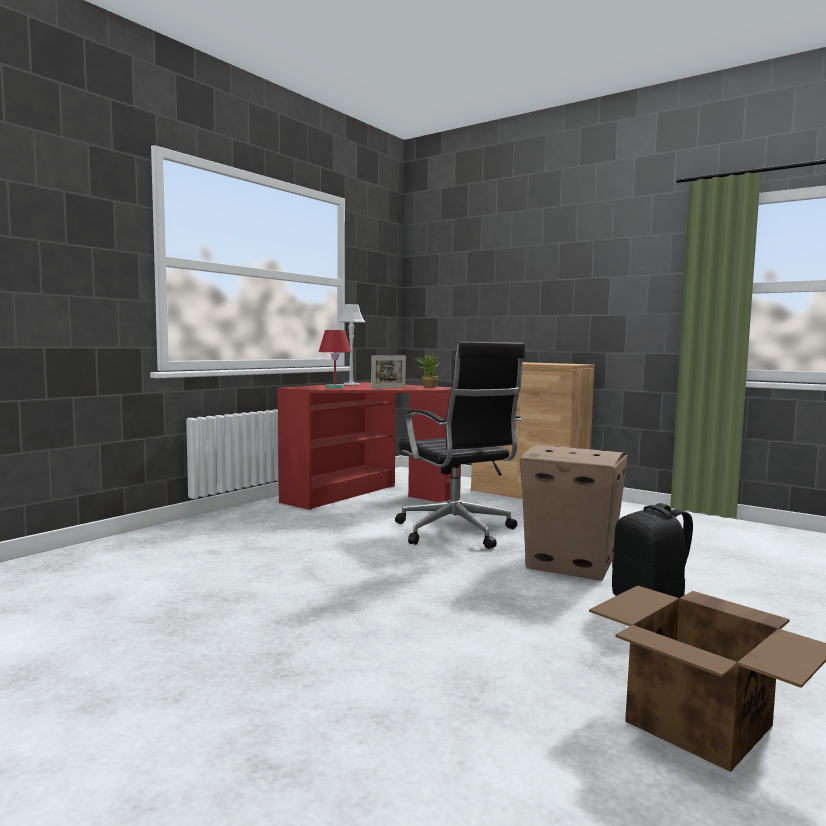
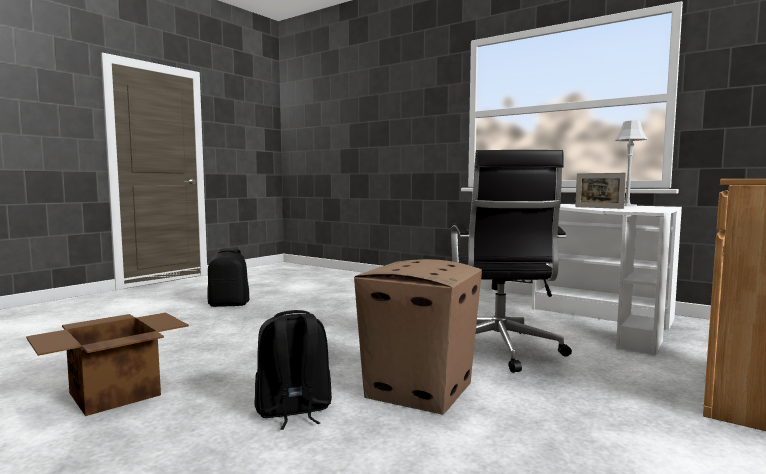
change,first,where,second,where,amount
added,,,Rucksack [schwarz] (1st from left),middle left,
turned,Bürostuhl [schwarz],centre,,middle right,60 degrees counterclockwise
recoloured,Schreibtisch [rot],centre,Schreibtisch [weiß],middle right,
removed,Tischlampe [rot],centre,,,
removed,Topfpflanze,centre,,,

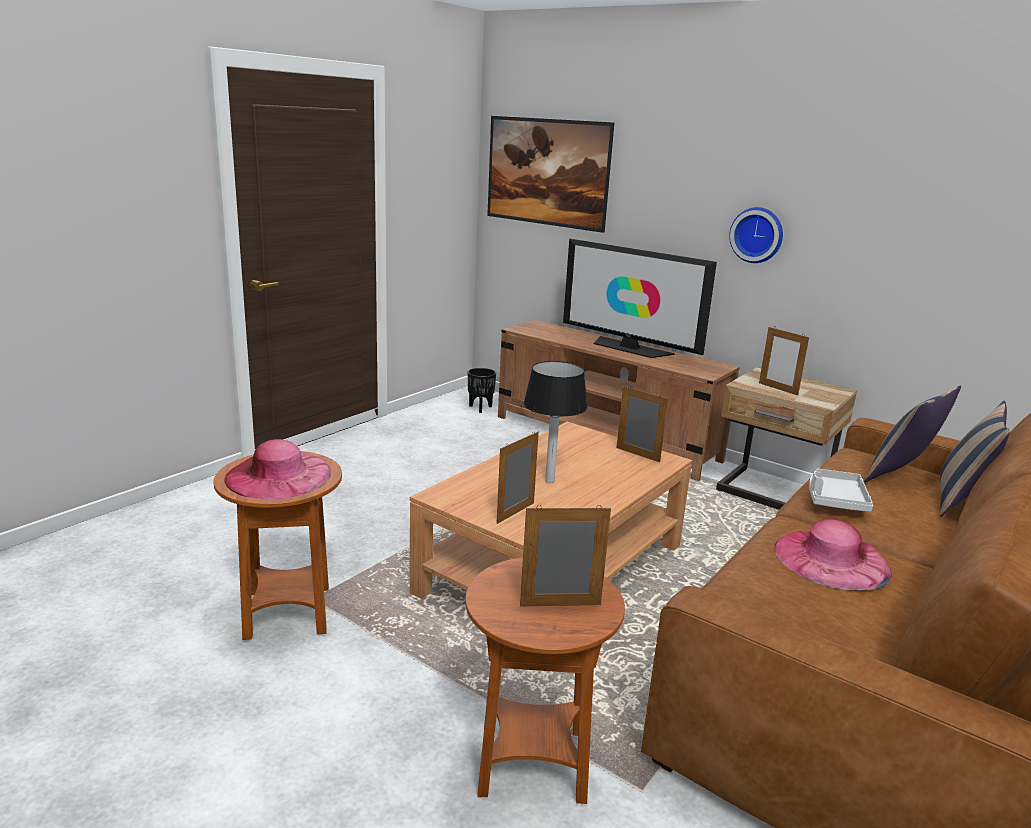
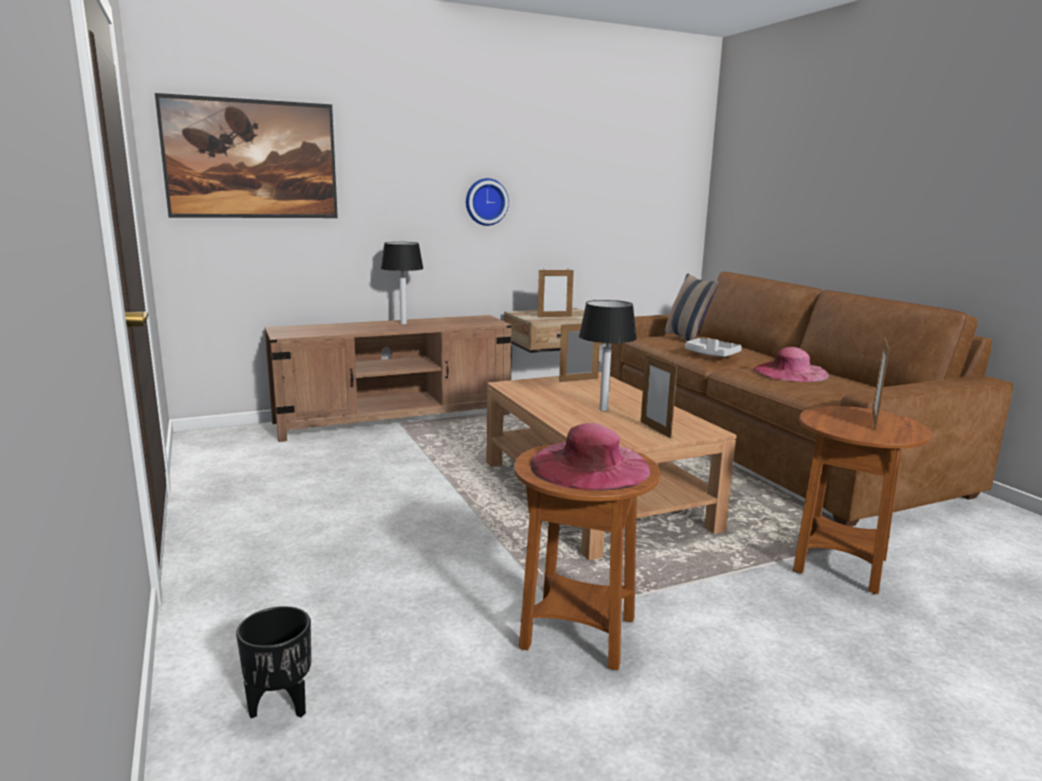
change,first,where,second,where,amount
moved,Pflanzkübel [schwarz],centre,,bottom left,
replaced,Fernseher,centre,Tischlampe (1st from left),centre,
removed,Kissen (2nd from left),middle right,,,

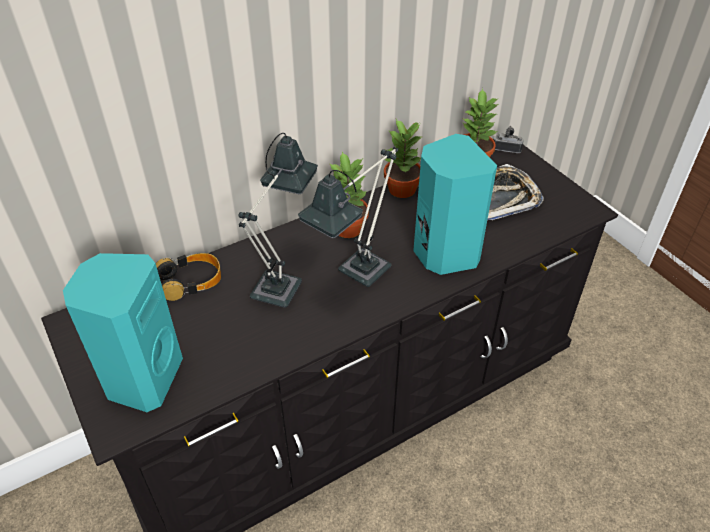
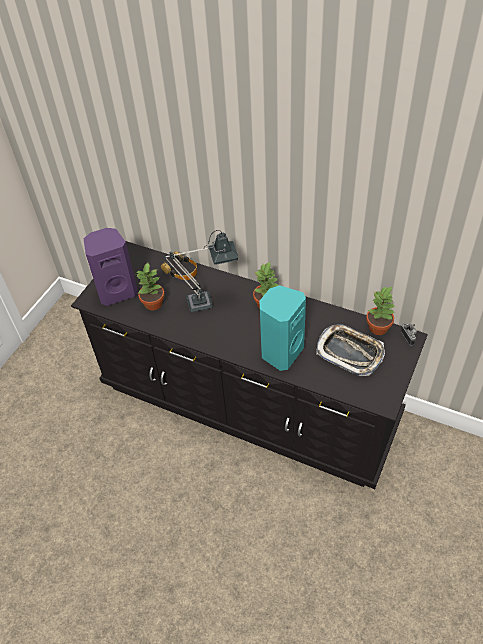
change,first,where,second,where,amount
recoloured,Lautsprecher [türkis] (1st from left),middle left,Lautsprecher [lila],middle left,
moved,Topfpflanze (2nd from left in the first image),top centre,Topfpflanze (1st from left),middle left,
removed,Tischlampe (2nd from left),centre,,,

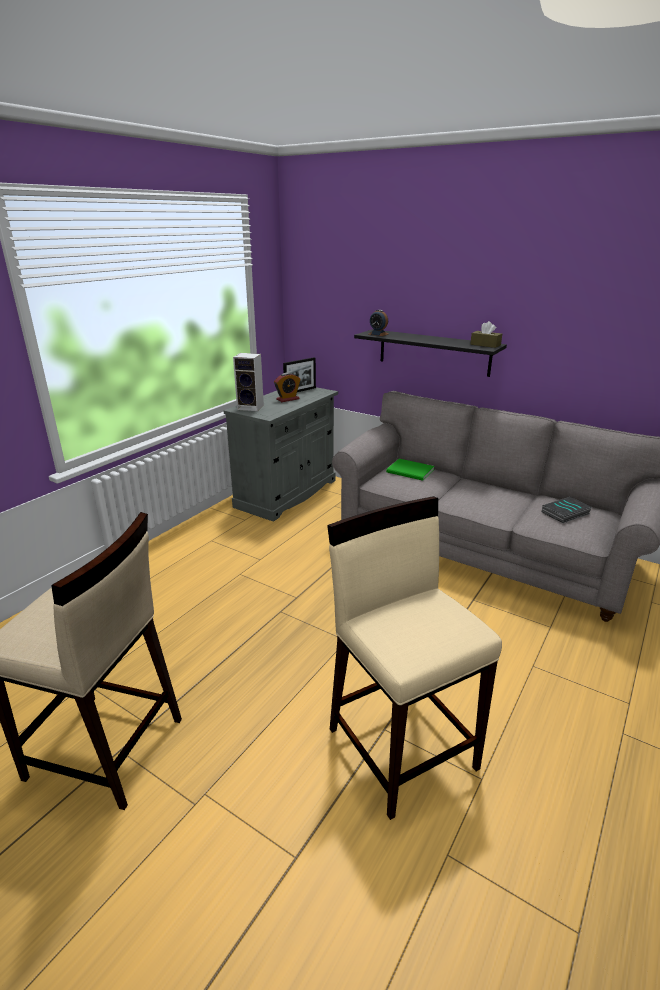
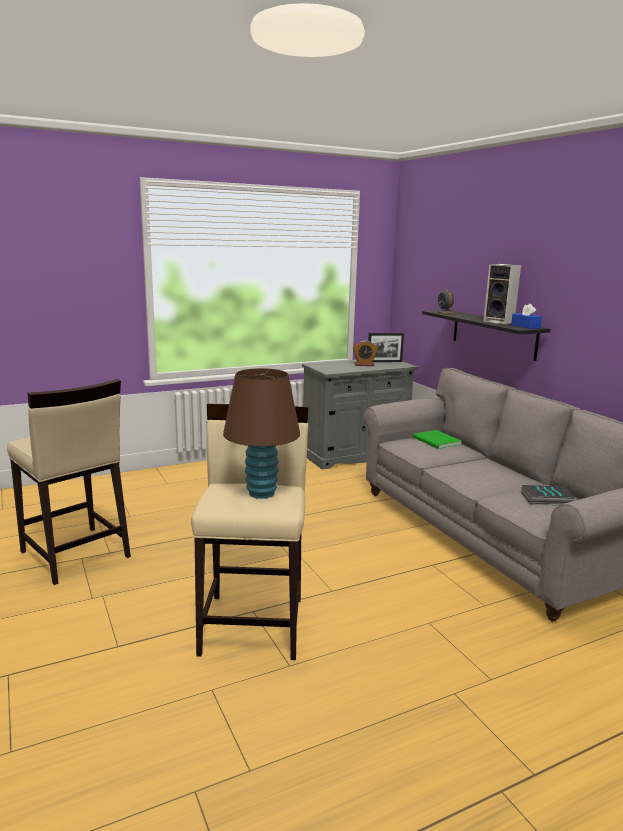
change,first,where,second,where,amount
added,,,Tischlampe [braun],centre,
moved,Lautsprecher,centre,,middle right,
recoloured,Taschentuchbox [braun],middle right,Taschentuchbox [blau],middle right,

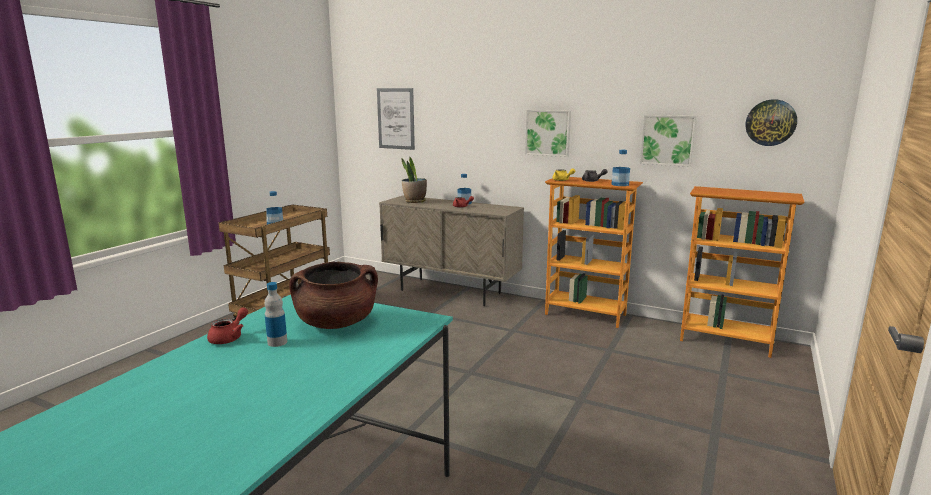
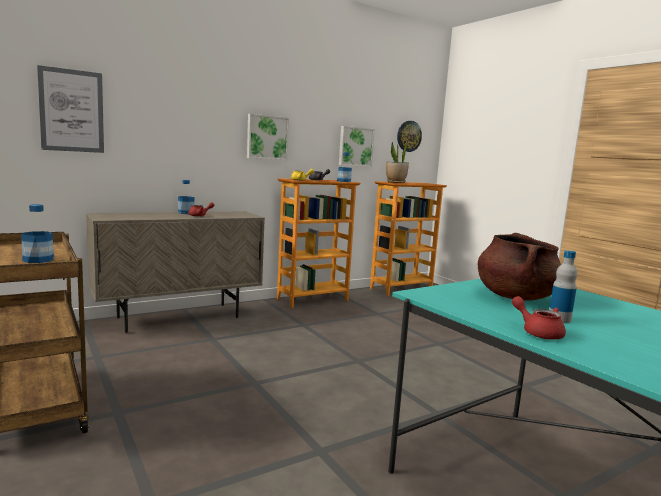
change,first,where,second,where,amount
moved,Topfpflanze,centre,,top centre,

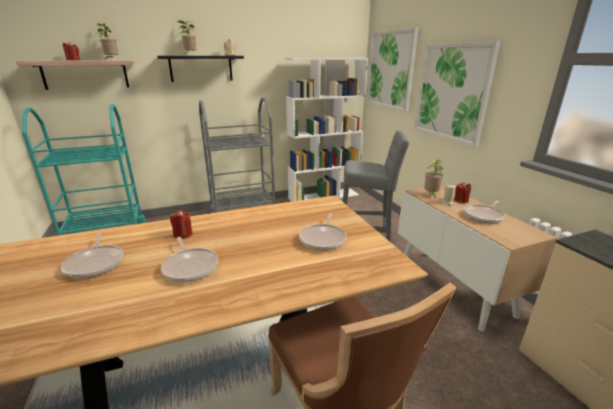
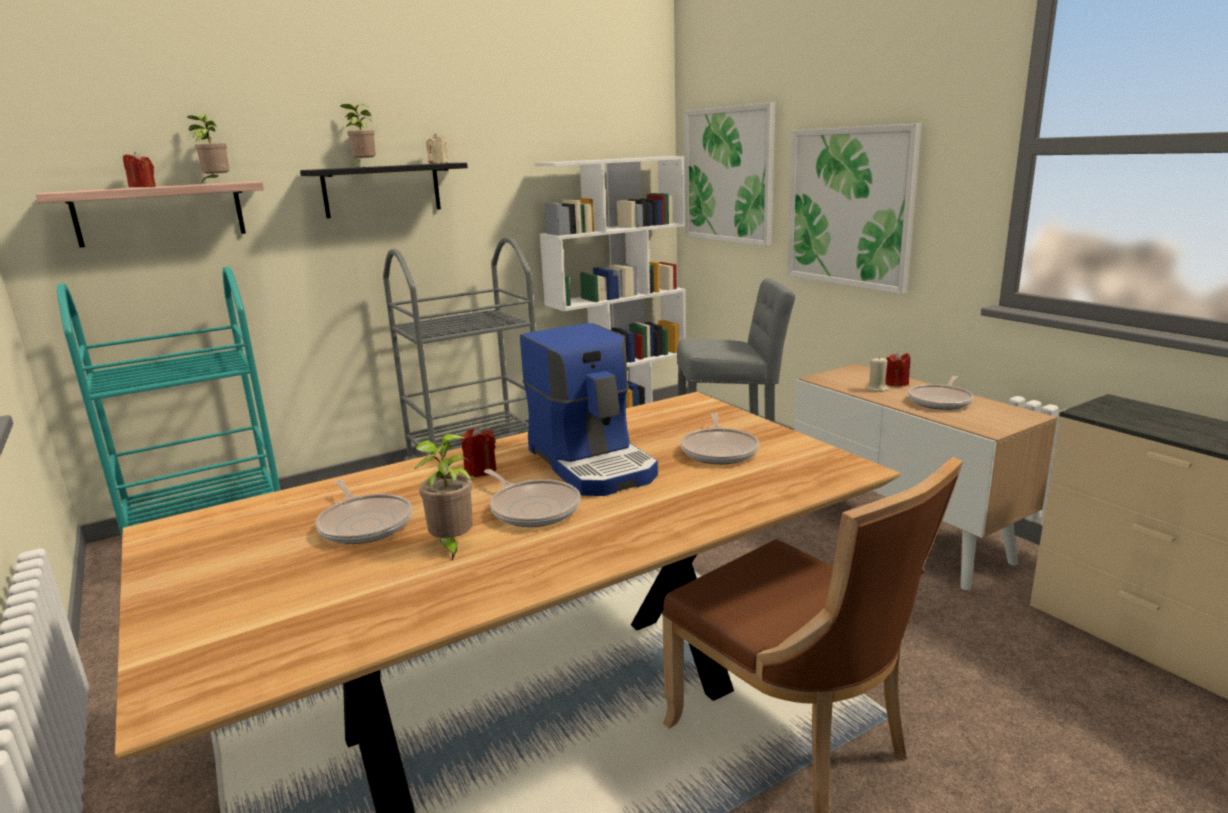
change,first,where,second,where,amount
moved,Topfpflanze (3rd from left),middle right,,centre,
added,,,Kaffeemaschine,centre,

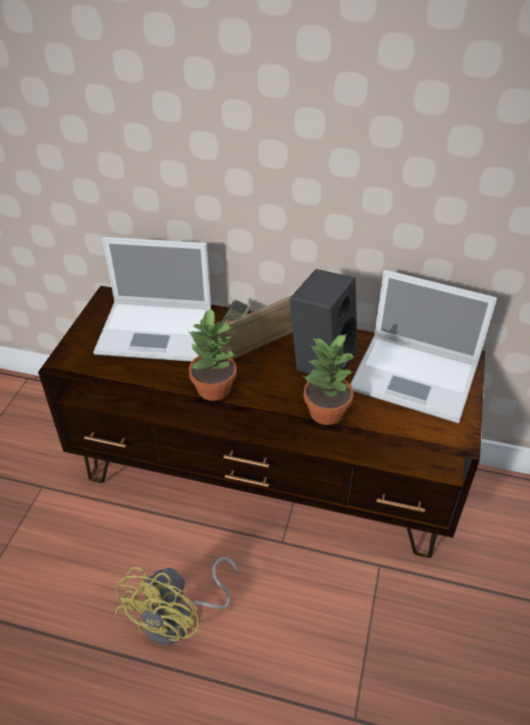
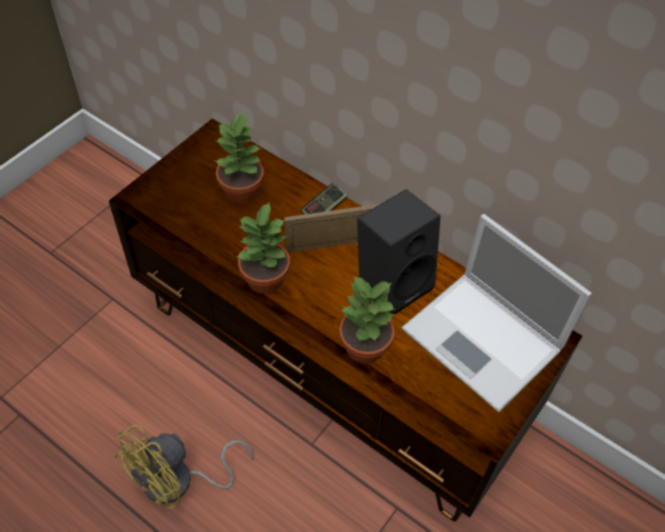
change,first,where,second,where,amount
replaced,Laptop (1st from left),middle left,Topfpflanze (1st from left),top centre,

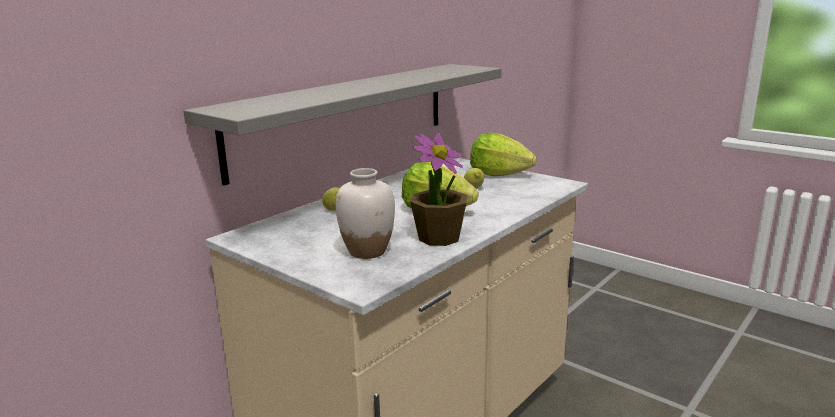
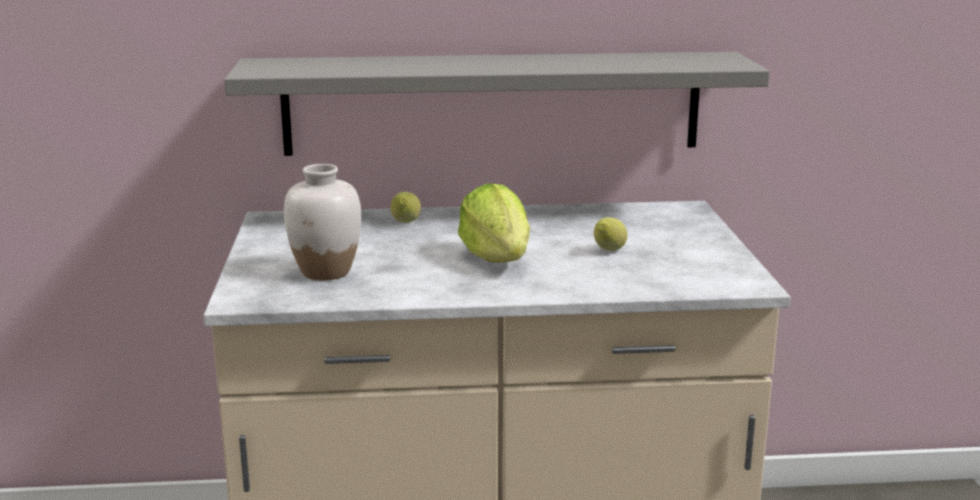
change,first,where,second,where,amount
removed,Topfpflanze,centre,,,
removed,Salatkopf (2nd from left),centre,,,

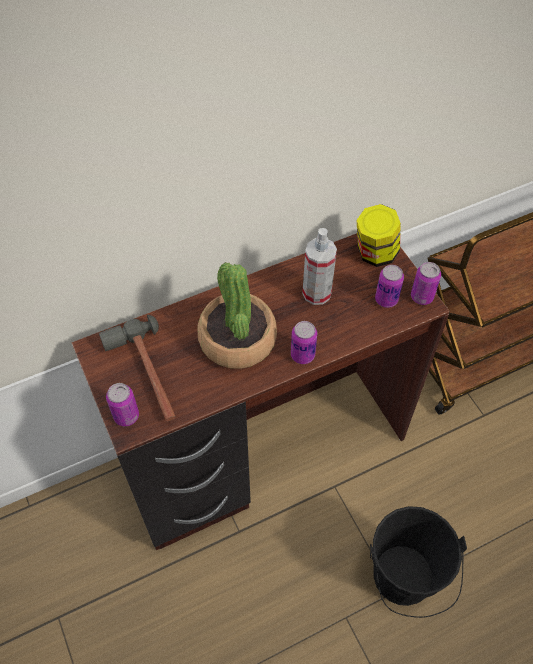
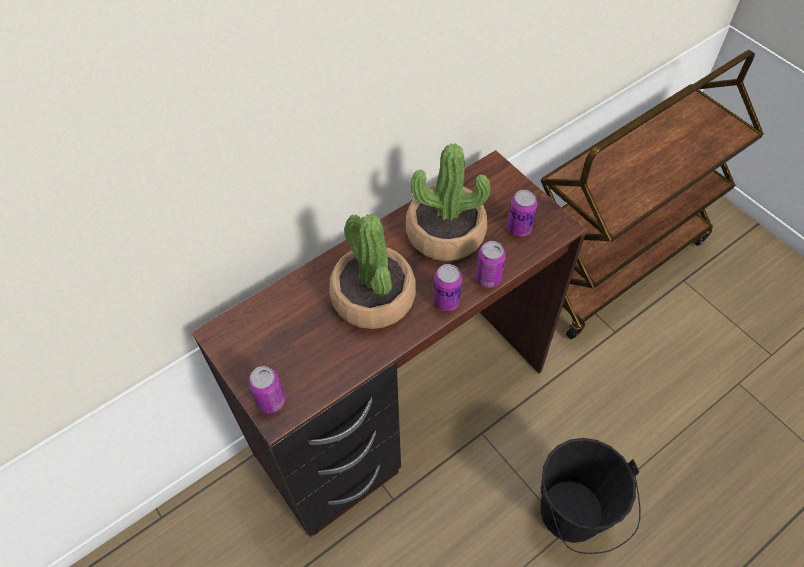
change,first,where,second,where,amount
replaced,Sprühflasche,centre,Topfpflanze (2nd from left),centre,
moved,Dose (4th from left in the first image),middle right,Dose (3rd from left),centre,
removed,Hammer,middle left,,,
removed,Vorratsglas,middle right,,,

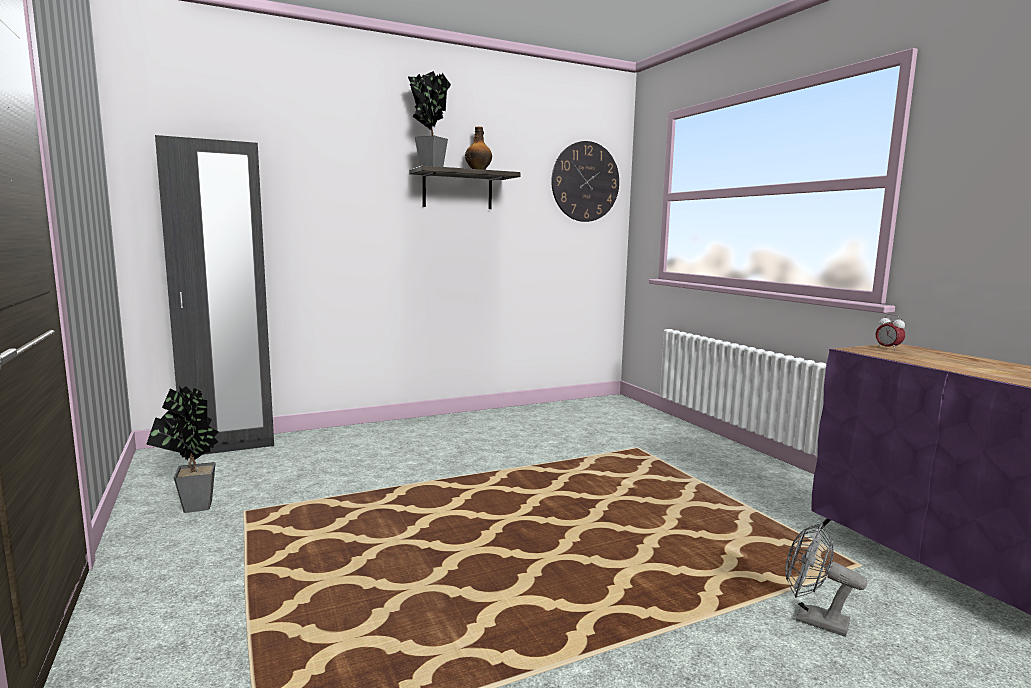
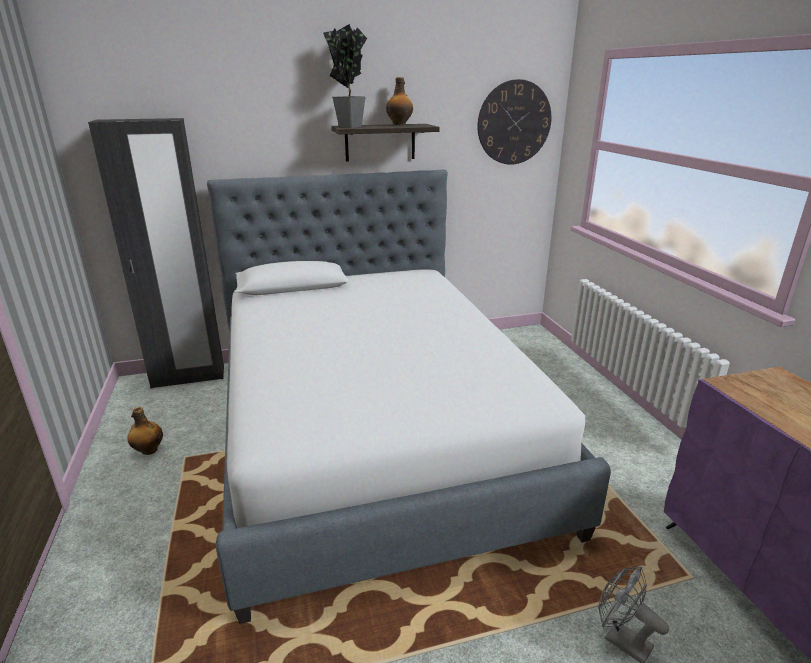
change,first,where,second,where,amount
replaced,Topfpflanze (1st from left),middle left,Flasche (1st from left),middle left,
added,,,Bett,centre,
removed,Wecker,middle right,,,

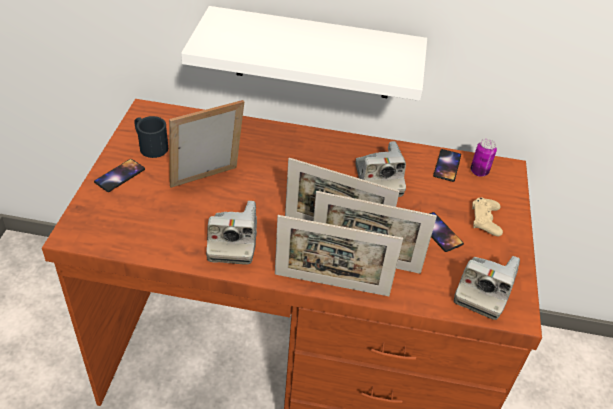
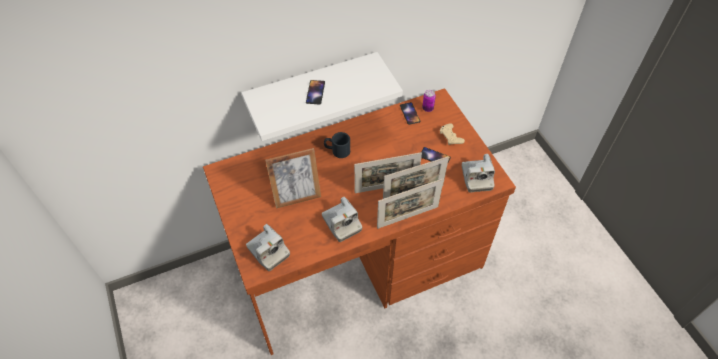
change,first,where,second,where,amount
moved,Kamera (2nd from left in the first image),centre,Kamera (1st from left),bottom centre,
turned,Bilderrahmen (1st from left),centre,,centre,135 degrees counterclockwise
moved,Handy (1st from left),middle left,,top centre,
moved,Henkelbecher [schwarz],middle left,,centre,

